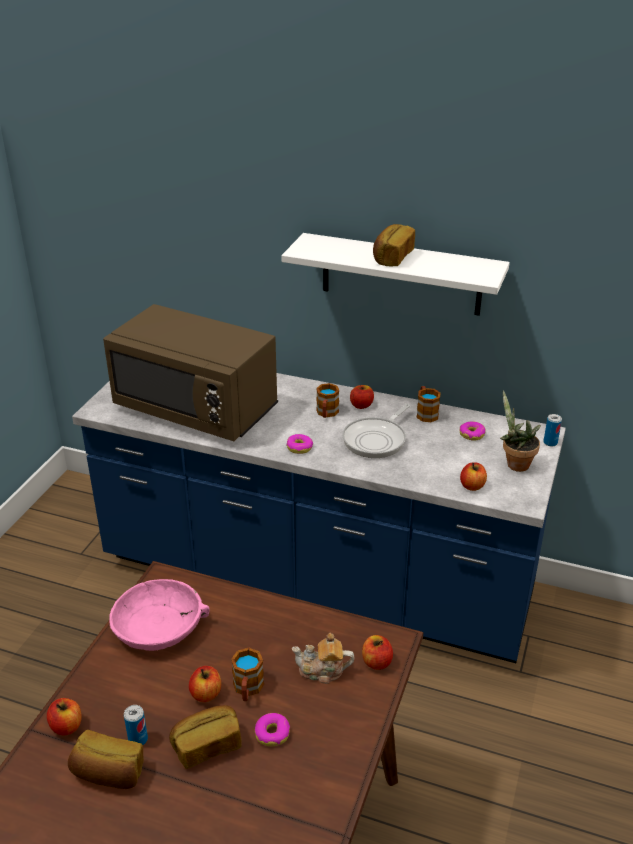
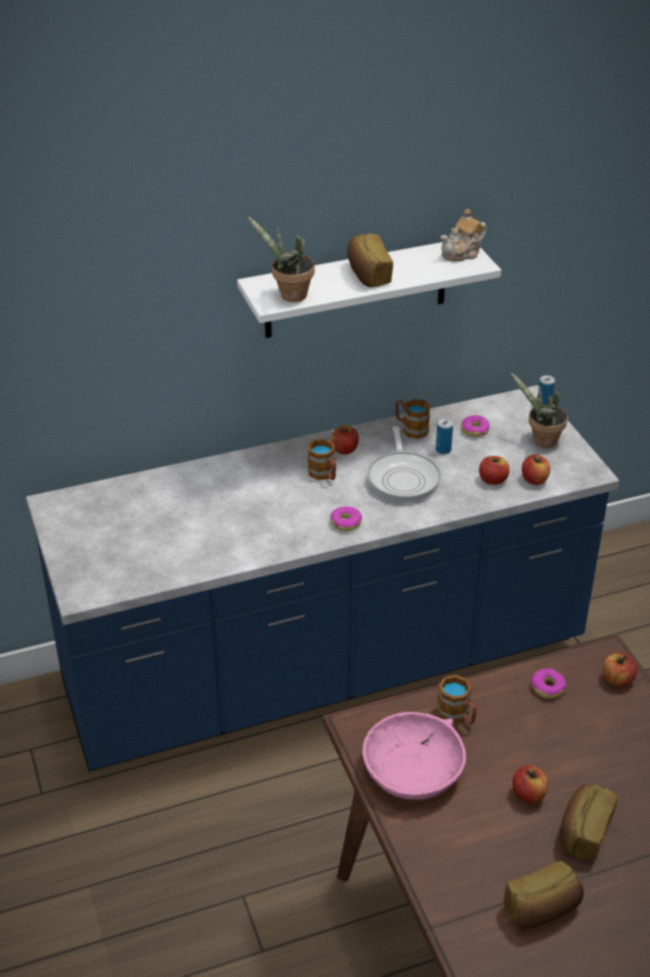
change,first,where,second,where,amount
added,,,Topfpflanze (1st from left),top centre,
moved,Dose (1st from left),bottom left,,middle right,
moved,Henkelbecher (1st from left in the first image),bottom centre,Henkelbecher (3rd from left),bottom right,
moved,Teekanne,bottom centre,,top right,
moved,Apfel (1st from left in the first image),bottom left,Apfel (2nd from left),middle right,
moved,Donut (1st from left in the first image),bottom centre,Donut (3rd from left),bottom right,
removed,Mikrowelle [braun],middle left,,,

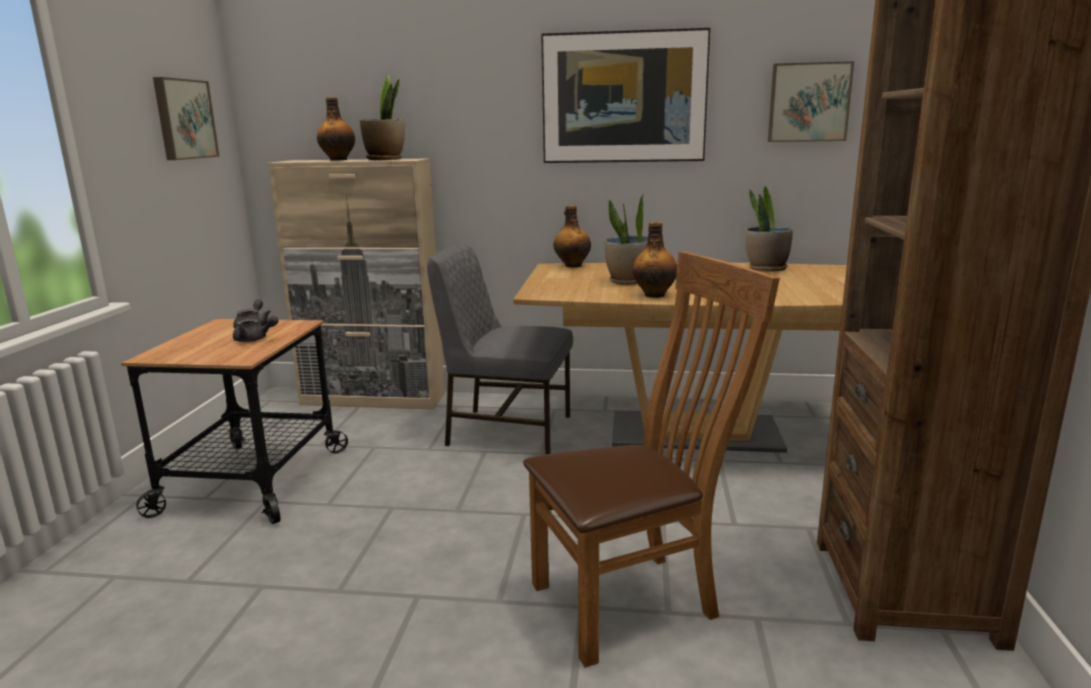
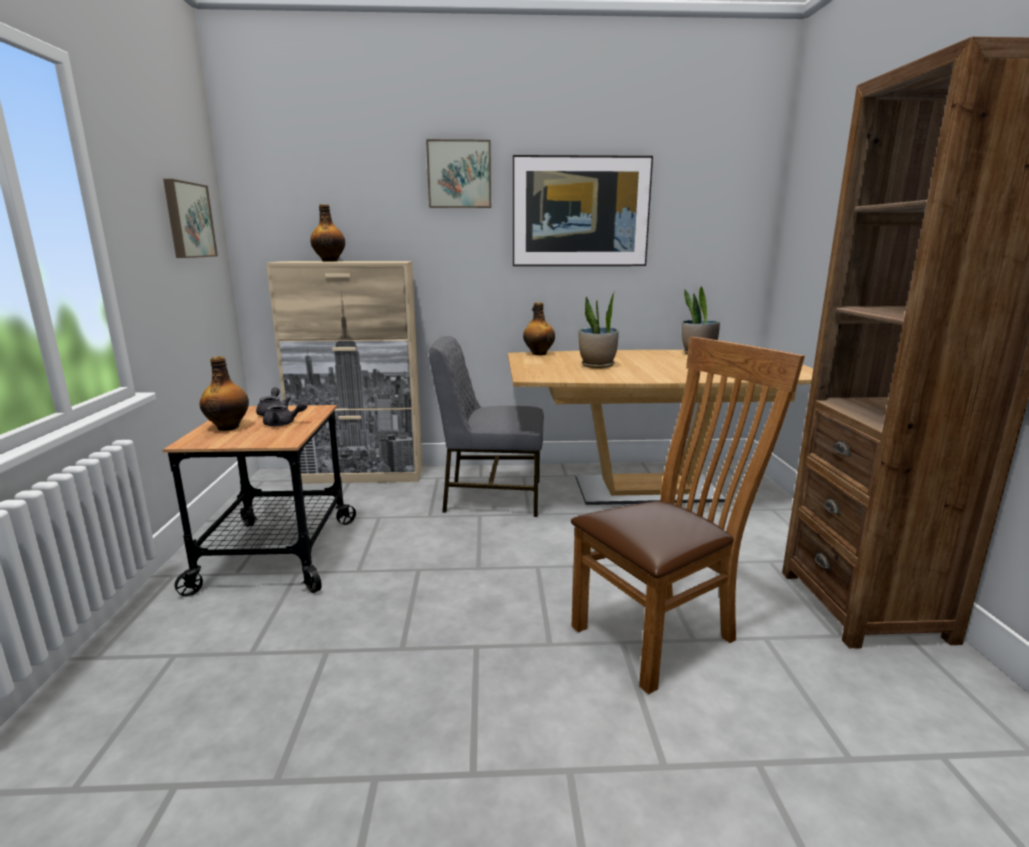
change,first,where,second,where,amount
moved,Flasche (3rd from left in the first image),centre,Flasche (1st from left),middle left,
moved,Bild (3rd from left in the first image),top right,Bild (2nd from left),top centre,
removed,Topfpflanze (1st from left),top centre,,,

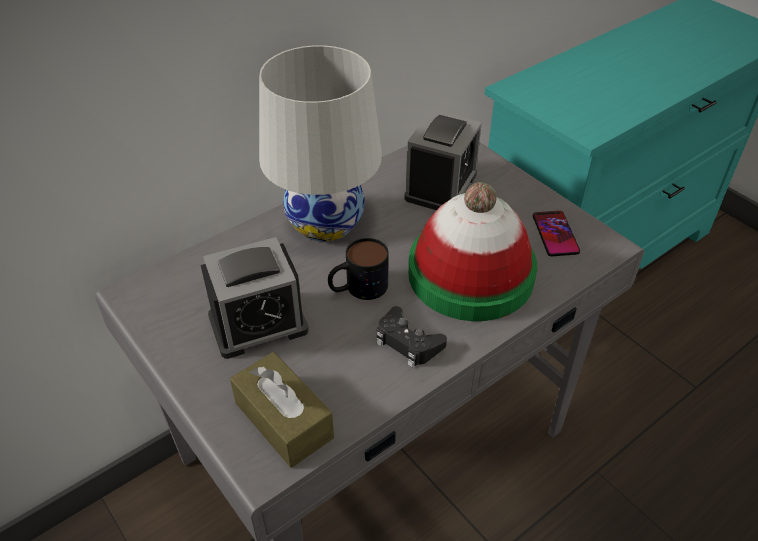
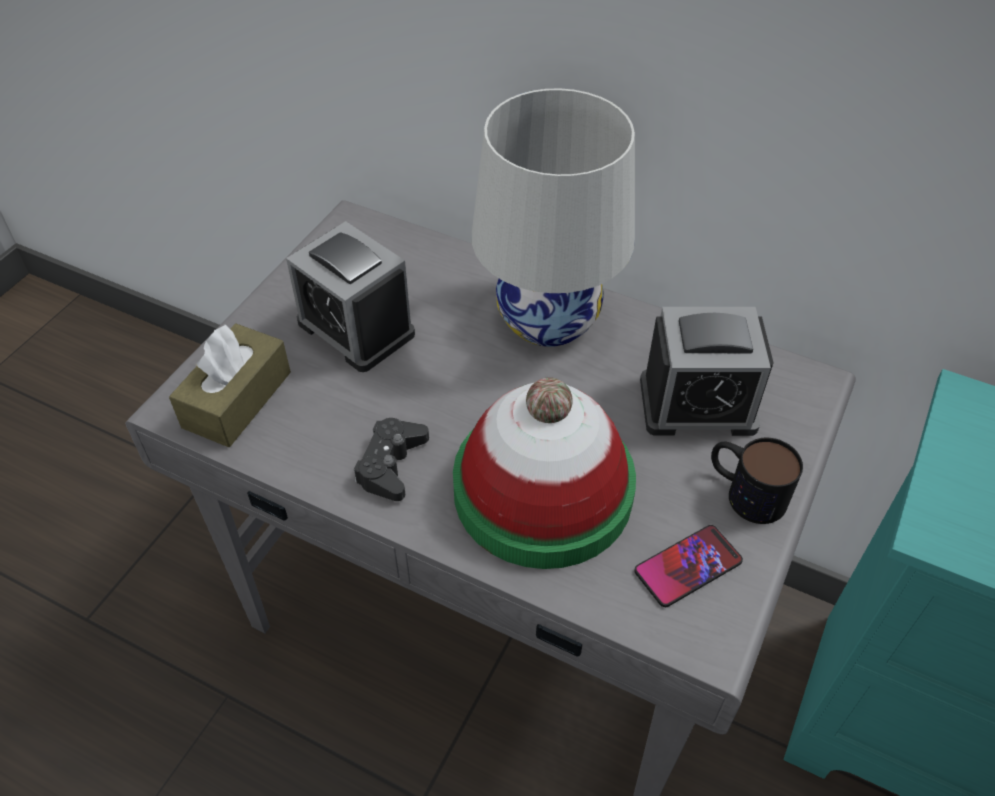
change,first,where,second,where,amount
moved,Henkelbecher,centre,,middle right,

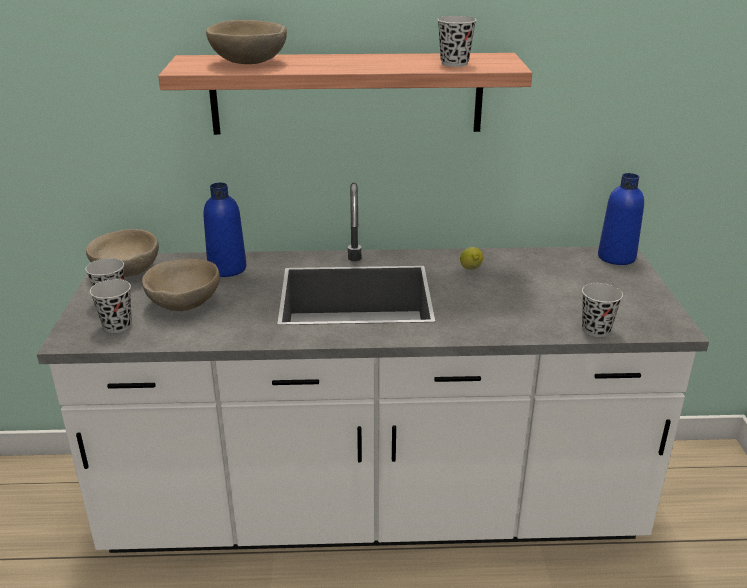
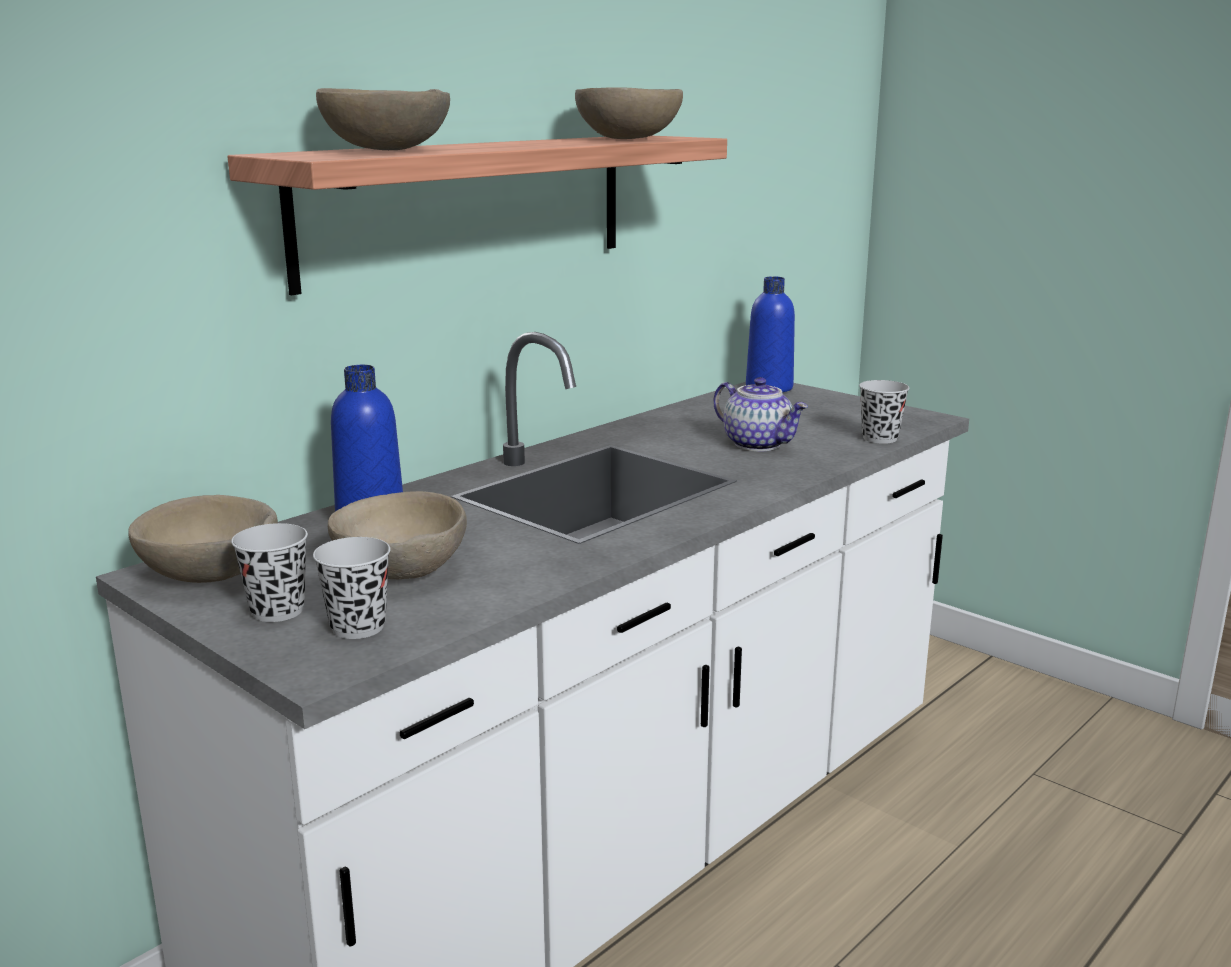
change,first,where,second,where,amount
replaced,Tasse [schwarz] (3rd from left),top centre,Schüssel [beige] (4th from left),top centre,
added,,,Teekanne,centre,
removed,Zitrone,centre,,,

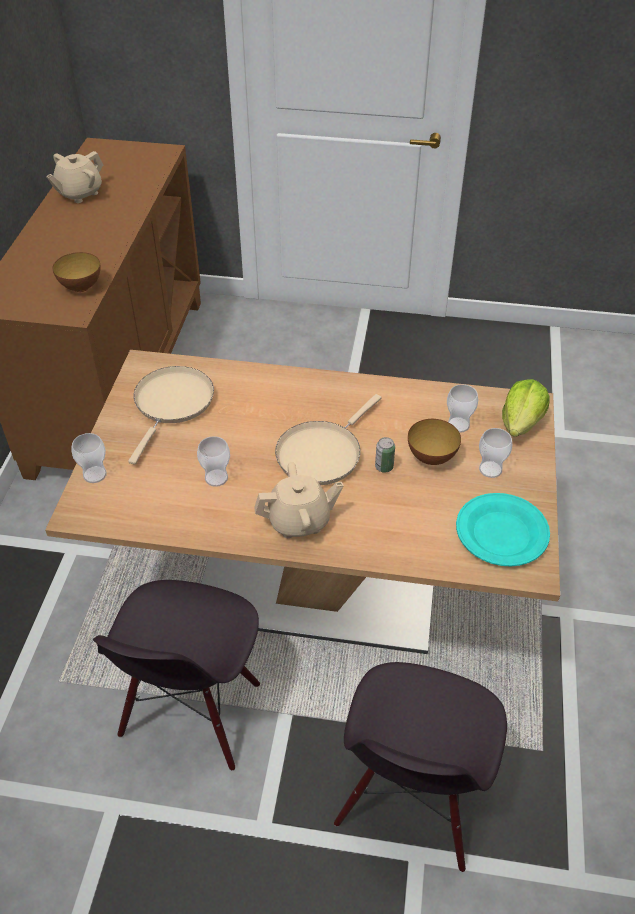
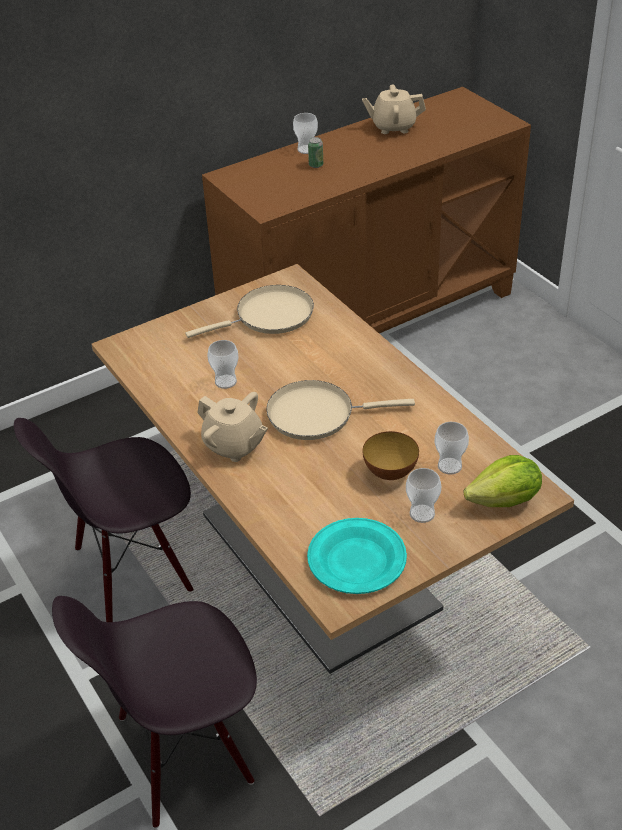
change,first,where,second,where,amount
moved,Tasse (1st from left in the first image),middle left,Tasse (2nd from left),top centre,
moved,Dose,centre,,top centre,
removed,Schüssel (1st from left),top left,,,

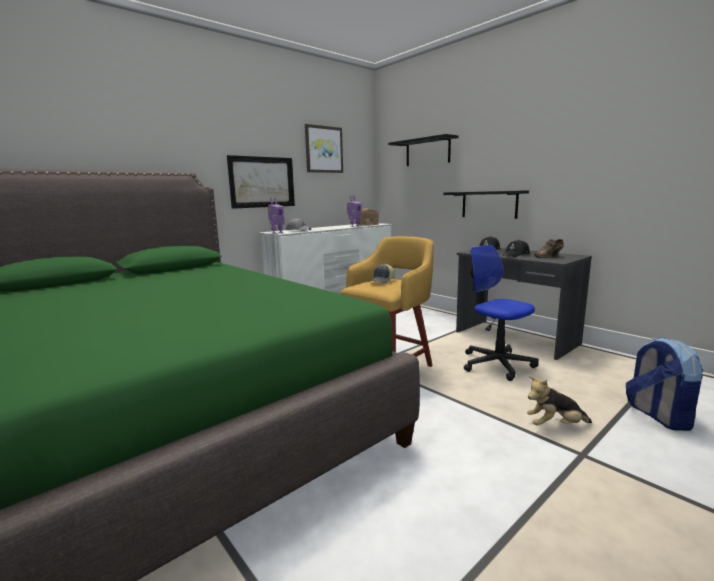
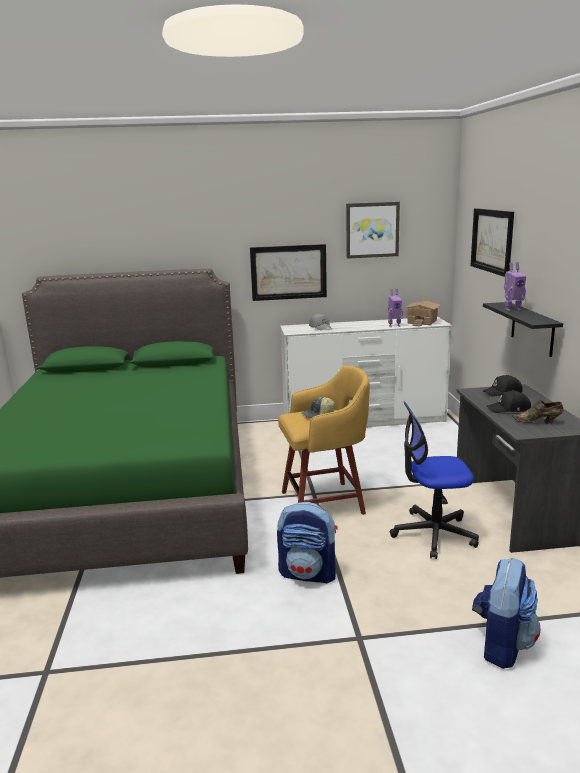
change,first,where,second,where,amount
added,,,Rucksack (1st from left),bottom centre,
turned,Bürostuhl,middle right,,middle right,90 degrees counterclockwise
replaced,Wandregal [schwarz] (1st from left),top centre,Bild (3rd from left),top right,
moved,Spielzeugroboter (1st from left in the first image),centre,Spielzeugroboter (2nd from left),middle right,
removed,Plüschtier,bottom right,,,

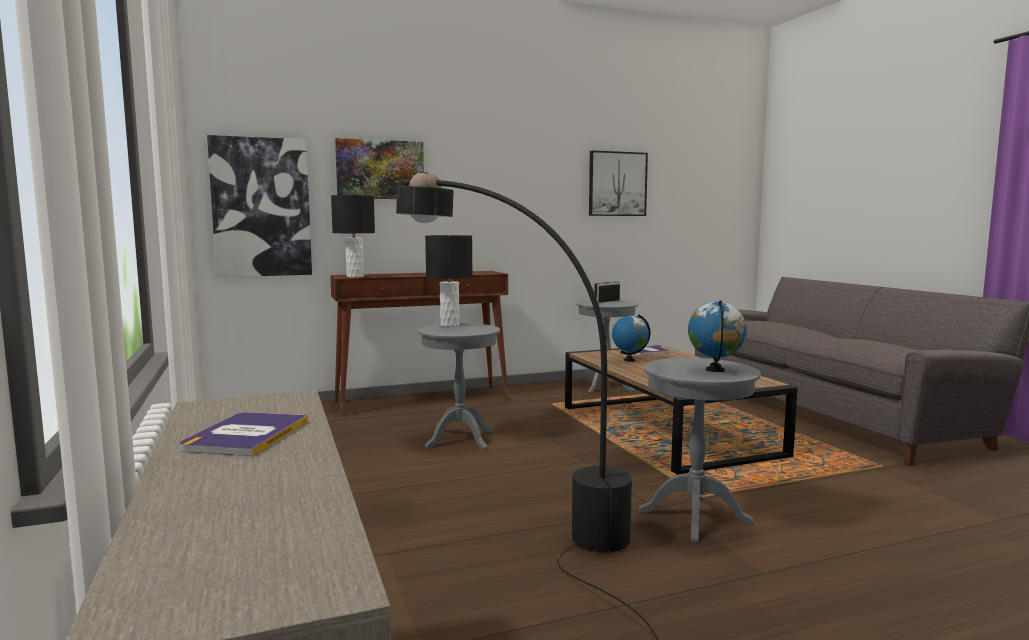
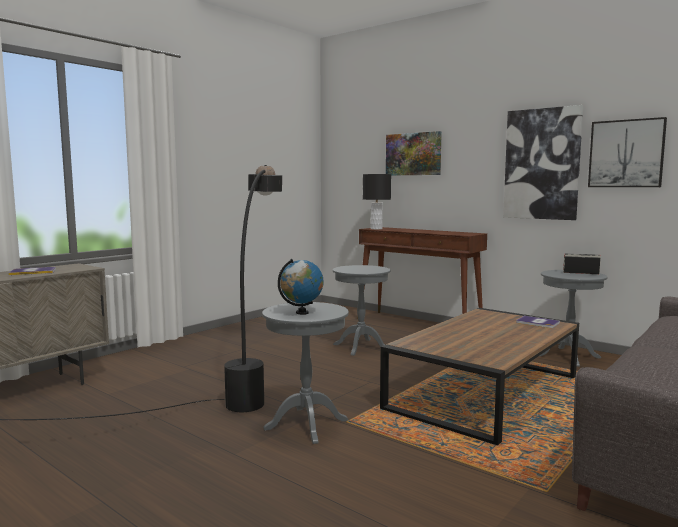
change,first,where,second,where,amount
moved,Bild (1st from left in the first image),top left,Bild (2nd from left),top right,
removed,Tischlampe [schwarz] (2nd from left),centre,,,
removed,Globus (1st from left),centre,,,

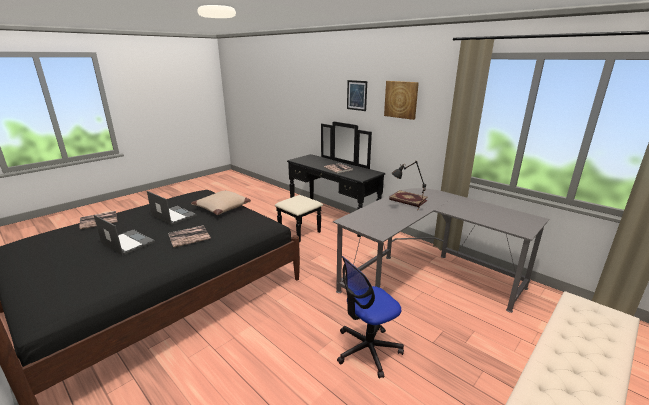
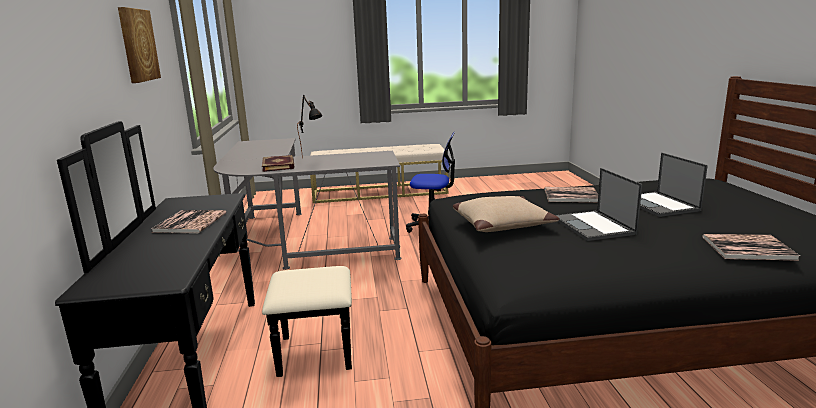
change,first,where,second,where,amount
removed,Bild (1st from left),top centre,,,

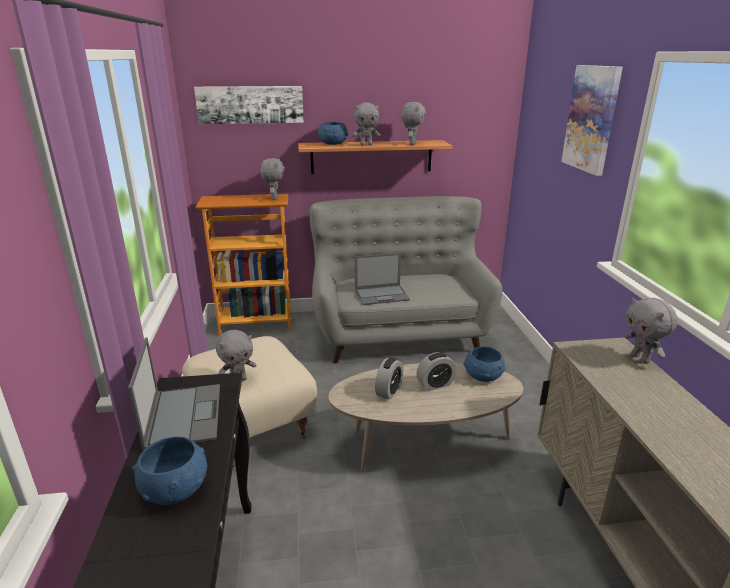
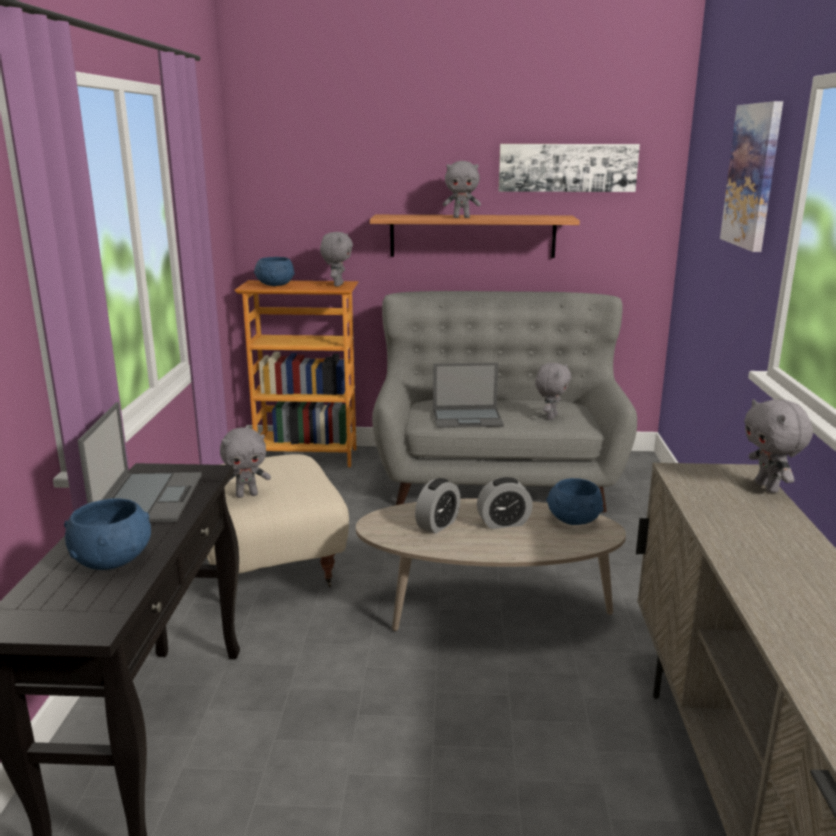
change,first,where,second,where,amount
moved,Schüssel [blau] (2nd from left),top centre,,top left,
moved,Bild (1st from left),top centre,,top right,
moved,Plüschtier [grau] (4th from left),top centre,,centre,

